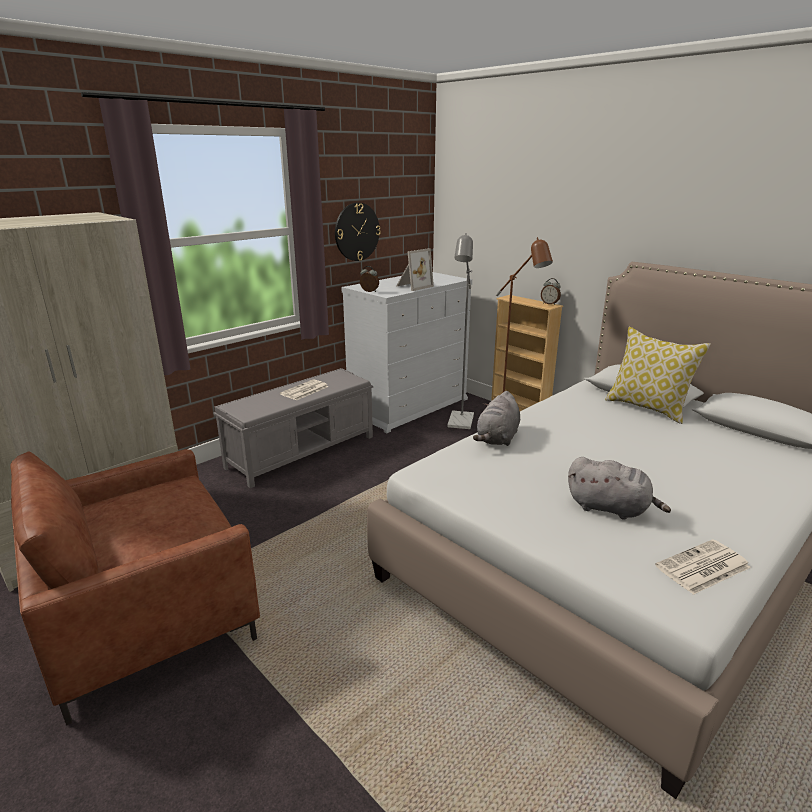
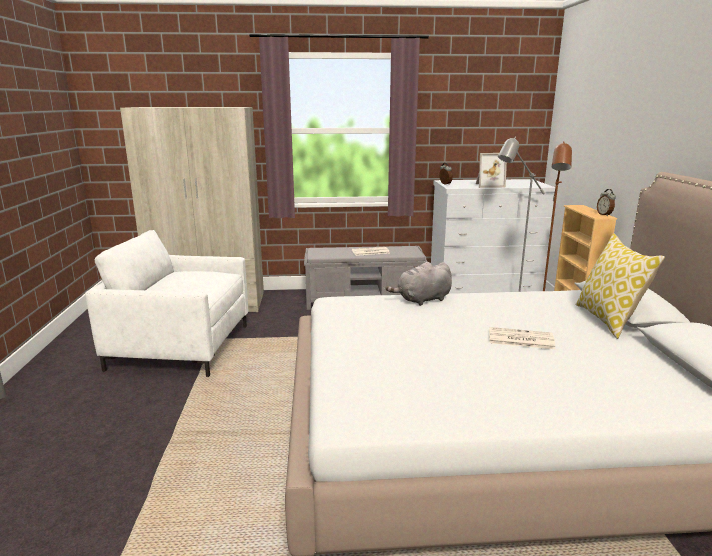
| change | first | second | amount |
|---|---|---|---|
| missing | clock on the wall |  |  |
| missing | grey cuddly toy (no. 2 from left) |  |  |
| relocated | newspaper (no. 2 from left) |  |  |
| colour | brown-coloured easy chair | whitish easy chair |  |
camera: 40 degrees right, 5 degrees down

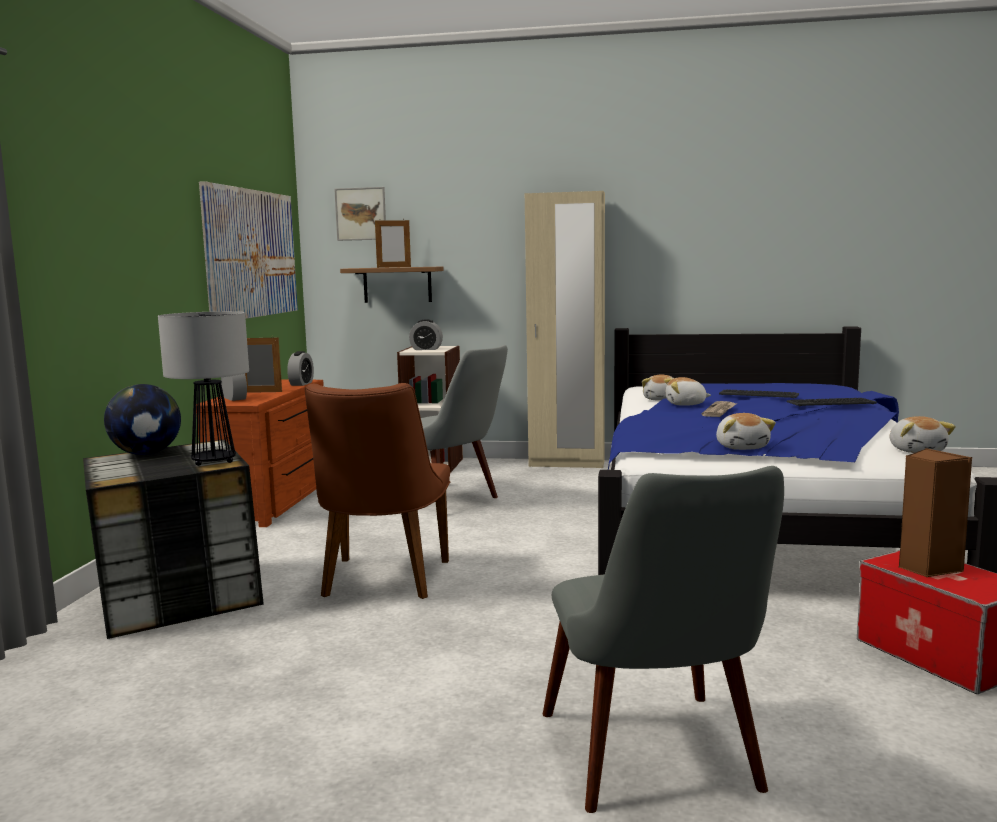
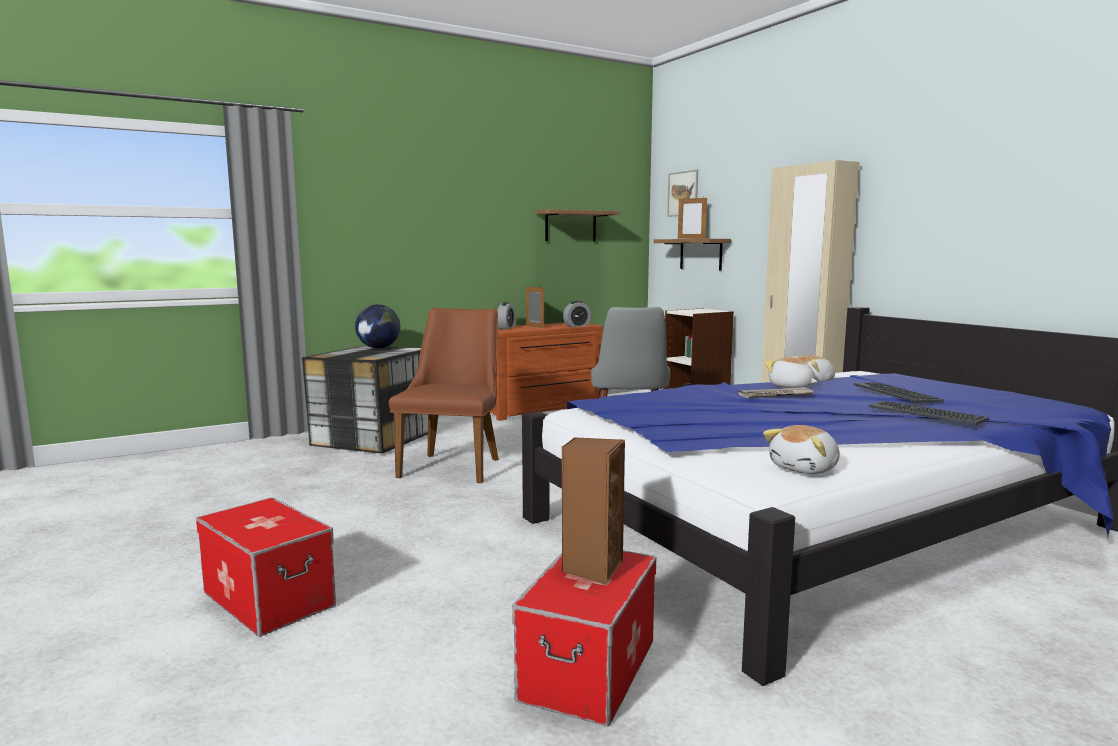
| change | first | second | amount |
|---|---|---|---|
| missing | tabletop lamp |  |  |
| missing | alarm clock (no. 3 from left) |  |  |
| missing | cuddly toy (no. 3 from left) |  |  |
| exchanged | picture (no. 1 from left) | bracket shelf (no. 1 from left) |  |
| exchanged | grey plain chair (no. 2 from left) | storage box (no. 1 from left) |  |
| spun | brown-coloured plain chair |  | 135 degrees clockwise |
camera: 50 degrees right, 0 degrees up

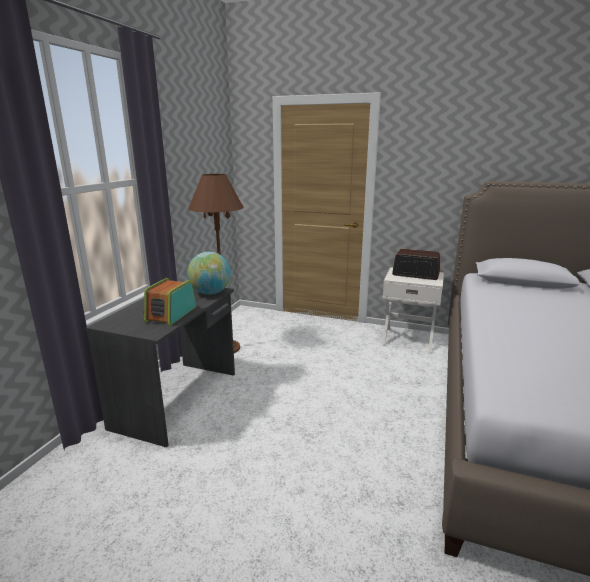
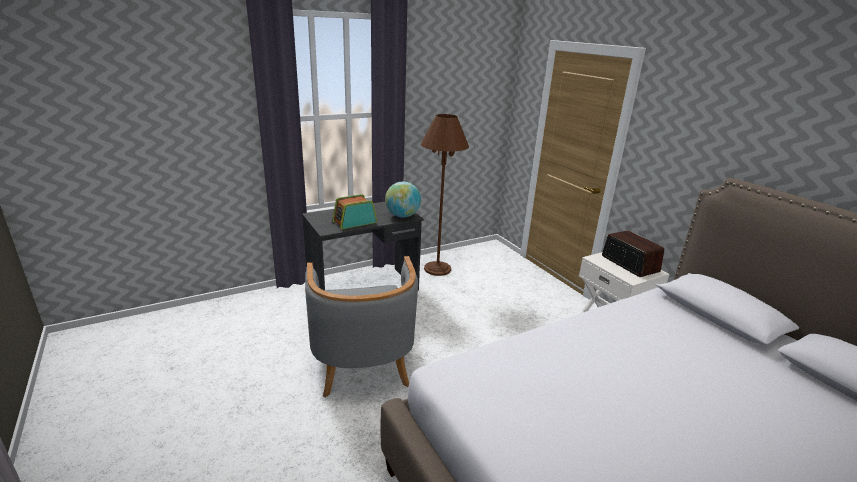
| change | first | second | amount |
|---|---|---|---|
| appeared |  | grey easy chair |  |
camera: 40 degrees right, 5 degrees up

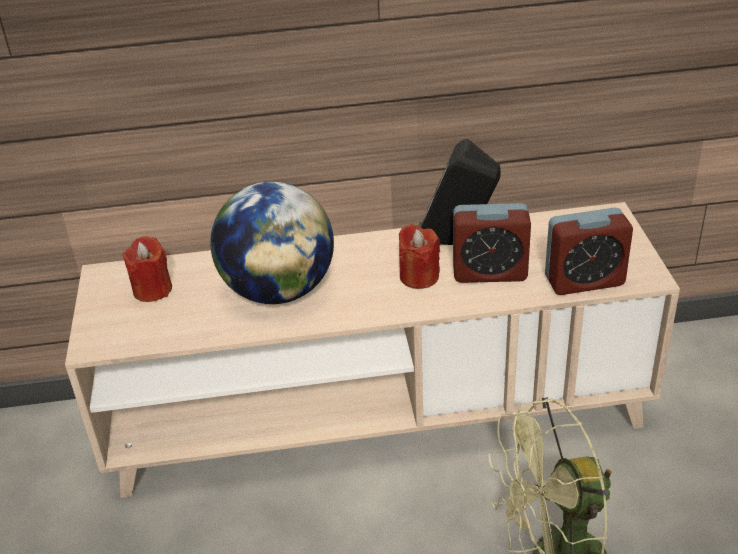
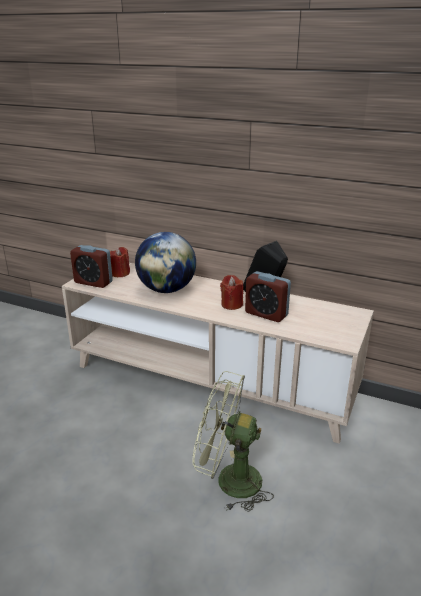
| change | first | second | amount |
|---|---|---|---|
| relocated | alarm clock (no. 2 from left in the first image) | alarm clock (no. 1 from left) |  |
camera: 30 degrees right, 10 degrees down

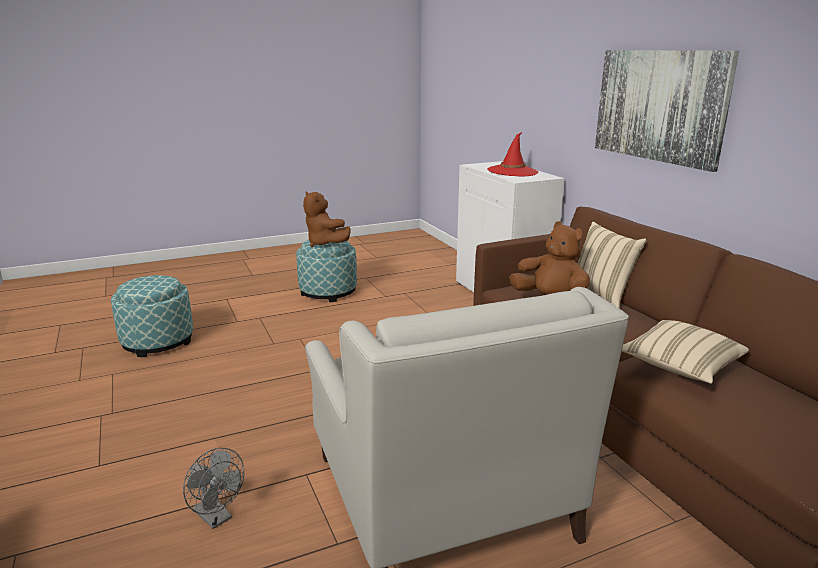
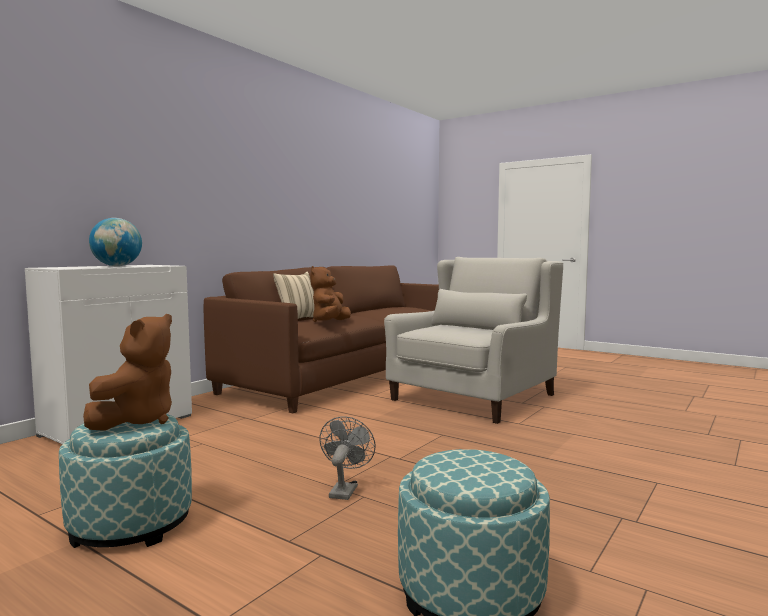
| change | first | second | amount |
|---|---|---|---|
| missing | picture |  |  |
| missing | sand-coloured throw pillow (no. 2 from left) |  |  |
| relocated | grey electric fan |  |  |
| exchanged | reddish hat | globe |  |
camera: 120 degrees left, 15 degrees down

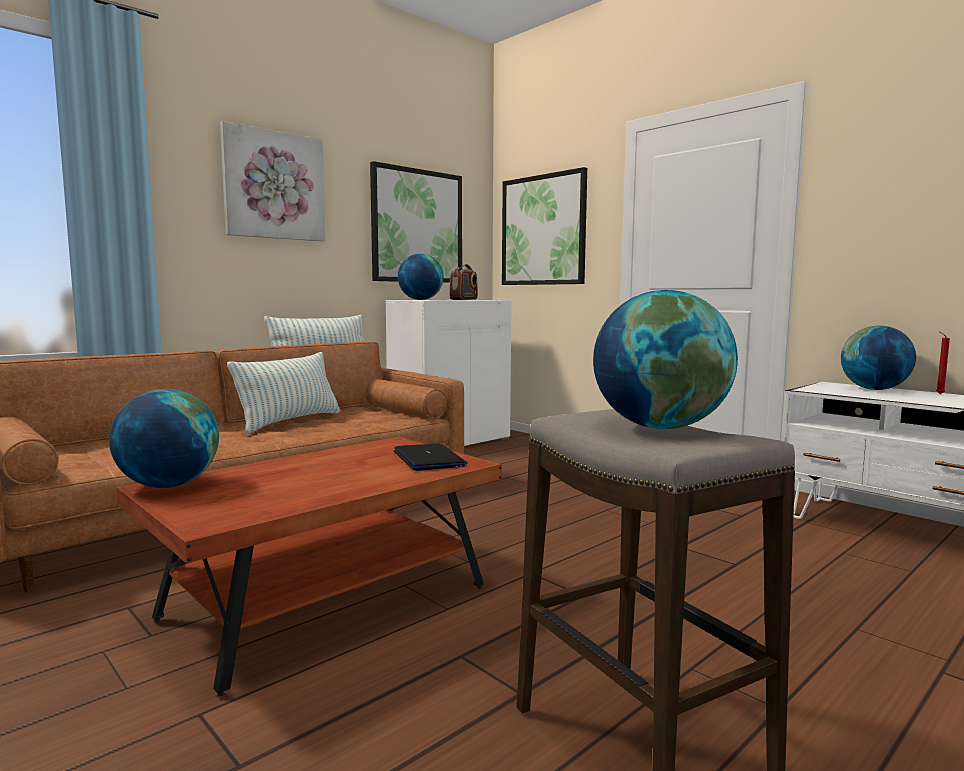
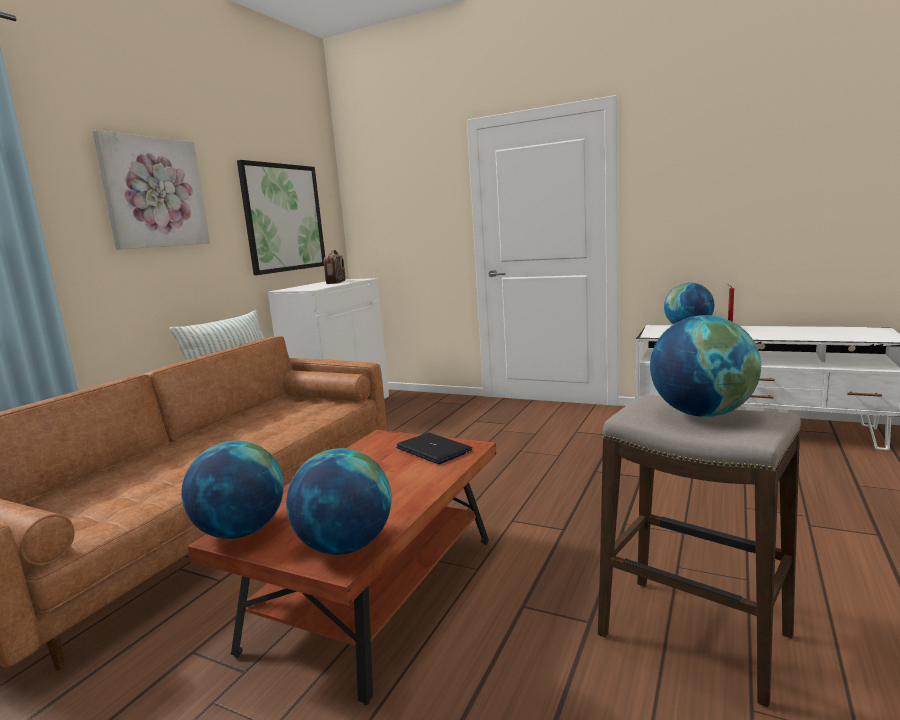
| change | first | second | amount |
|---|---|---|---|
| missing | throw pillow (no. 1 from left) |  |  |
| missing | picture (no. 3 from left) |  |  |
| relocated | globe (no. 2 from left) |  |  |
camera: 20 degrees left, 5 degrees up

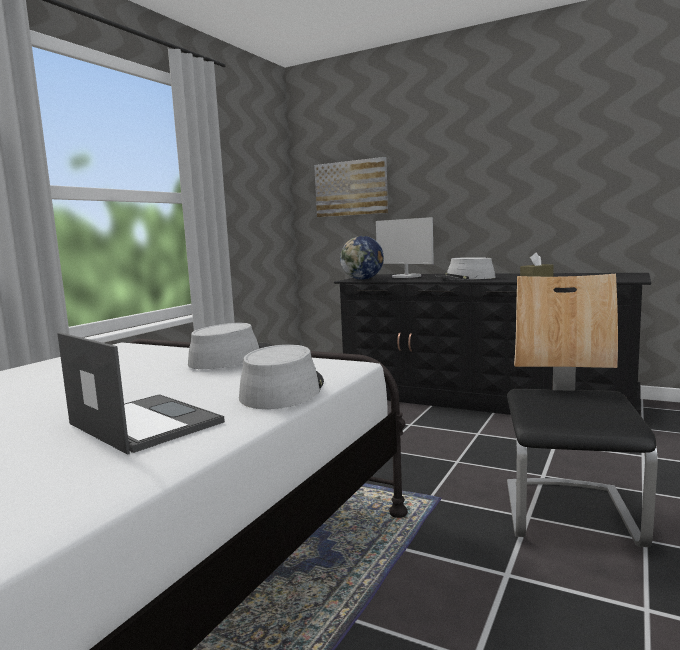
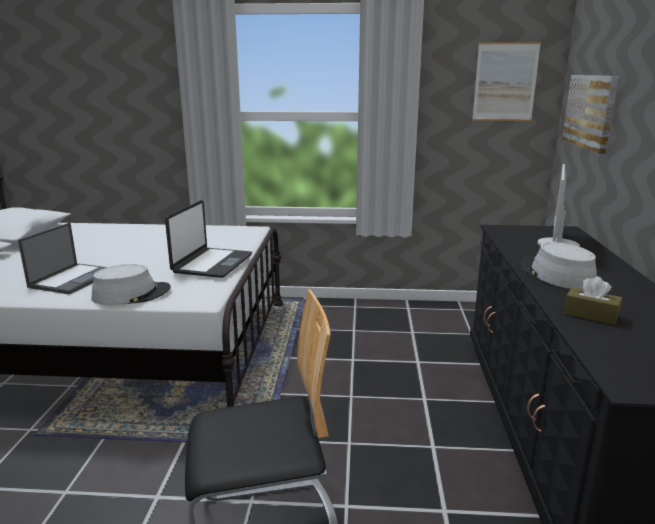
| change | first | second | amount |
|---|---|---|---|
| missing | globe |  |  |
| appeared |  | picture (no. 1 from left) |  |
| exchanged | grey hat (no. 1 from left) | notebook computer (no. 2 from left) |  |
camera: 65 degrees right, 10 degrees up

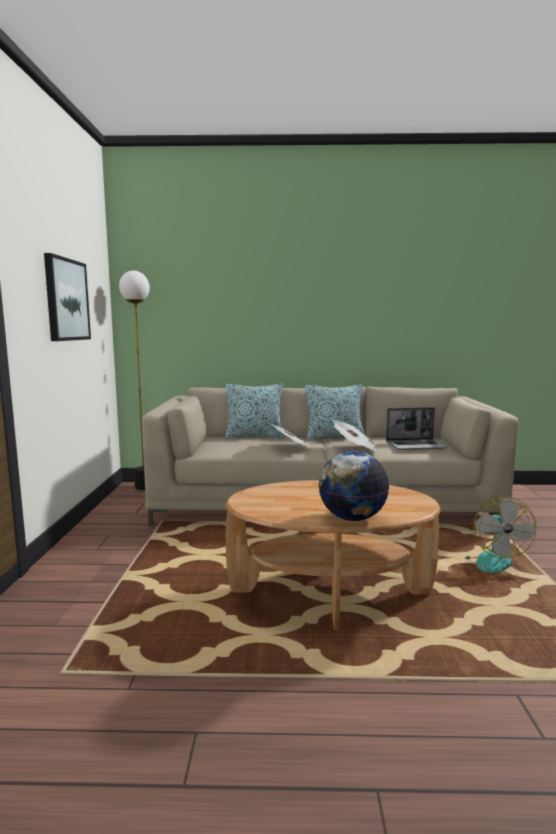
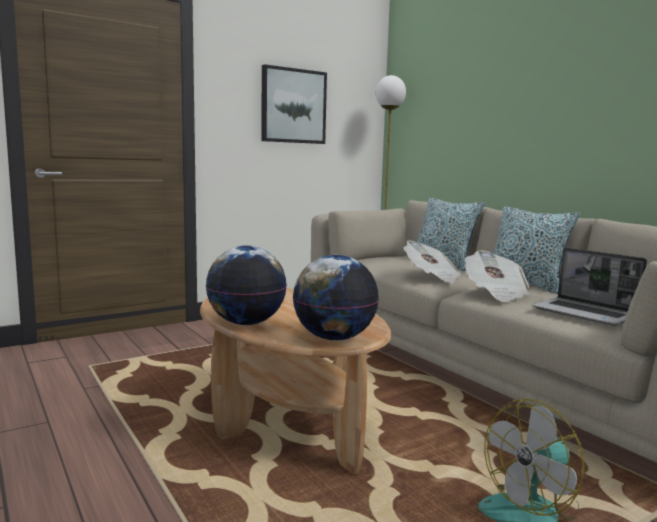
| change | first | second | amount |
|---|---|---|---|
| appeared |  | globe (no. 2 from left) |  |
camera: 55 degrees right, 0 degrees up

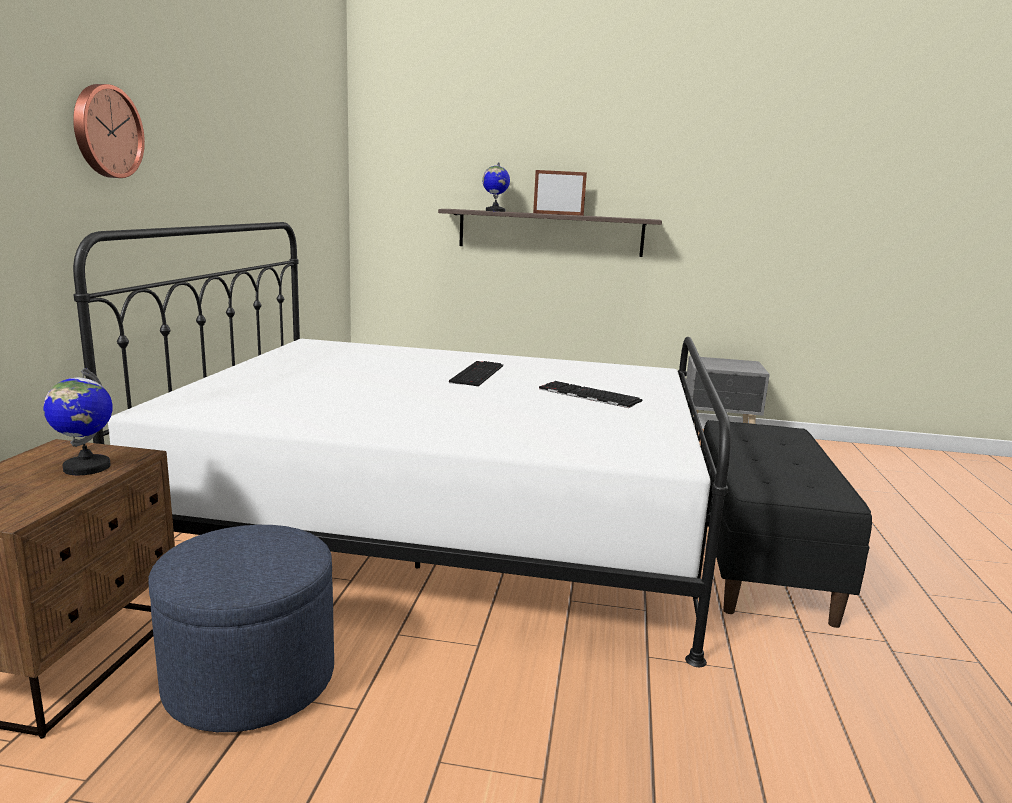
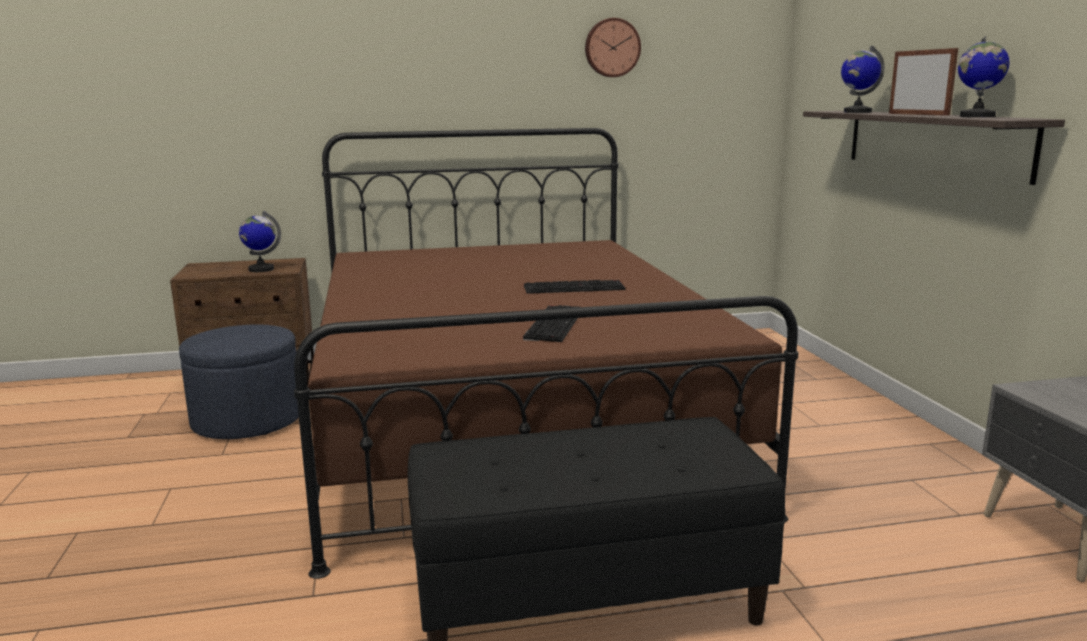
| change | first | second | amount |
|---|---|---|---|
| appeared |  | globe (no. 3 from left) |  |
| relocated | clock on the wall |  |  |
| colour | whitish bed | brown-coloured bed |  |
camera: 70 degrees right, 0 degrees up

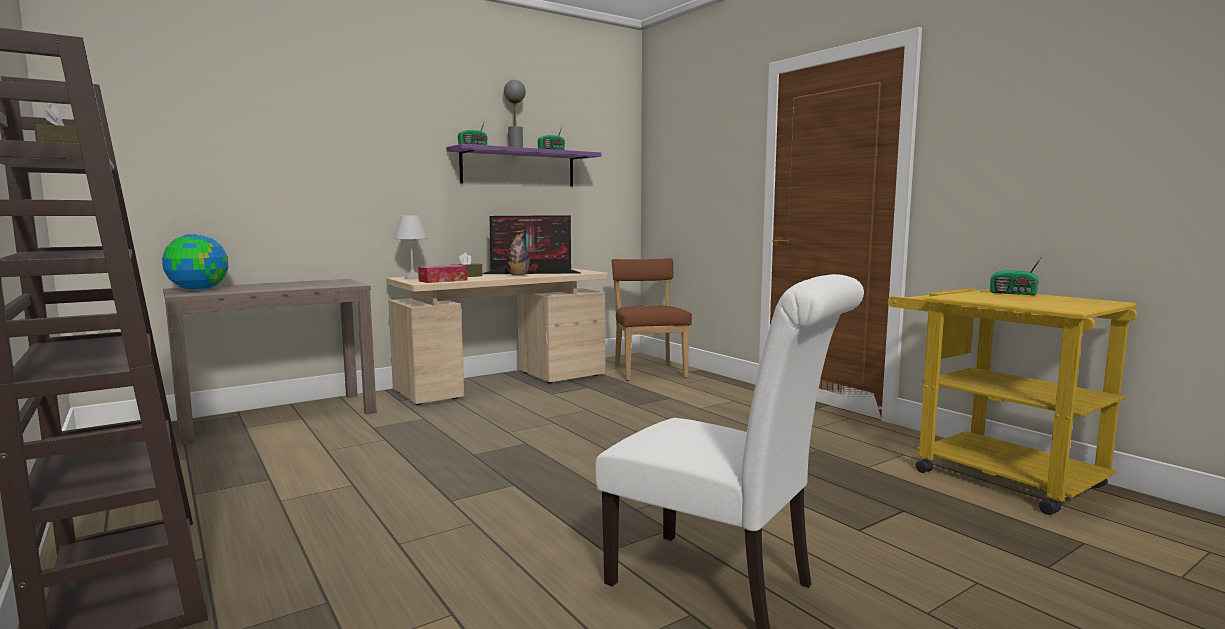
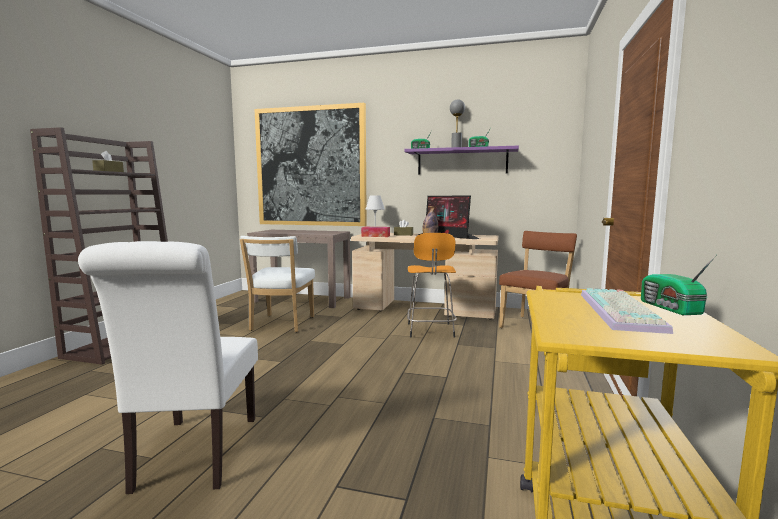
| change | first | second | amount |
|---|---|---|---|
| missing | globe |  |  |
| appeared |  | whitish plain chair (no. 2 from left) |  |
| appeared |  | picture |  |
| appeared |  | orangey stool |  |
| appeared |  | computer keyboard |  |
camera: 50 degrees right, 0 degrees up

